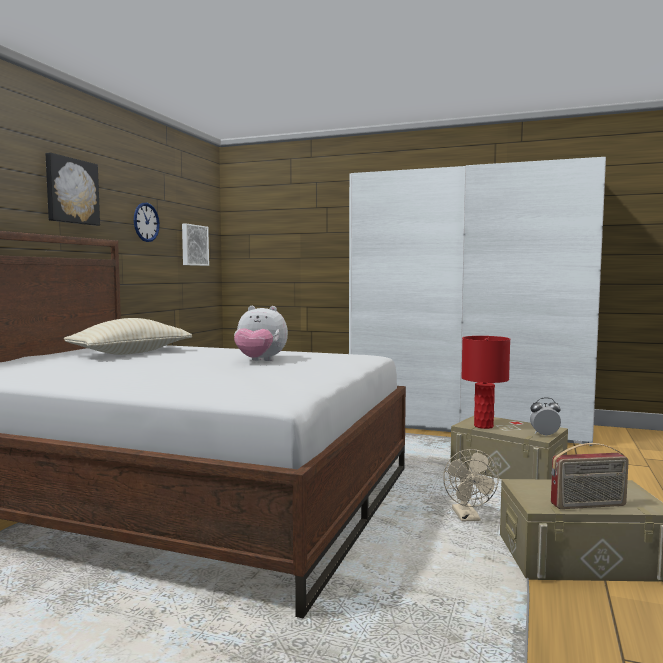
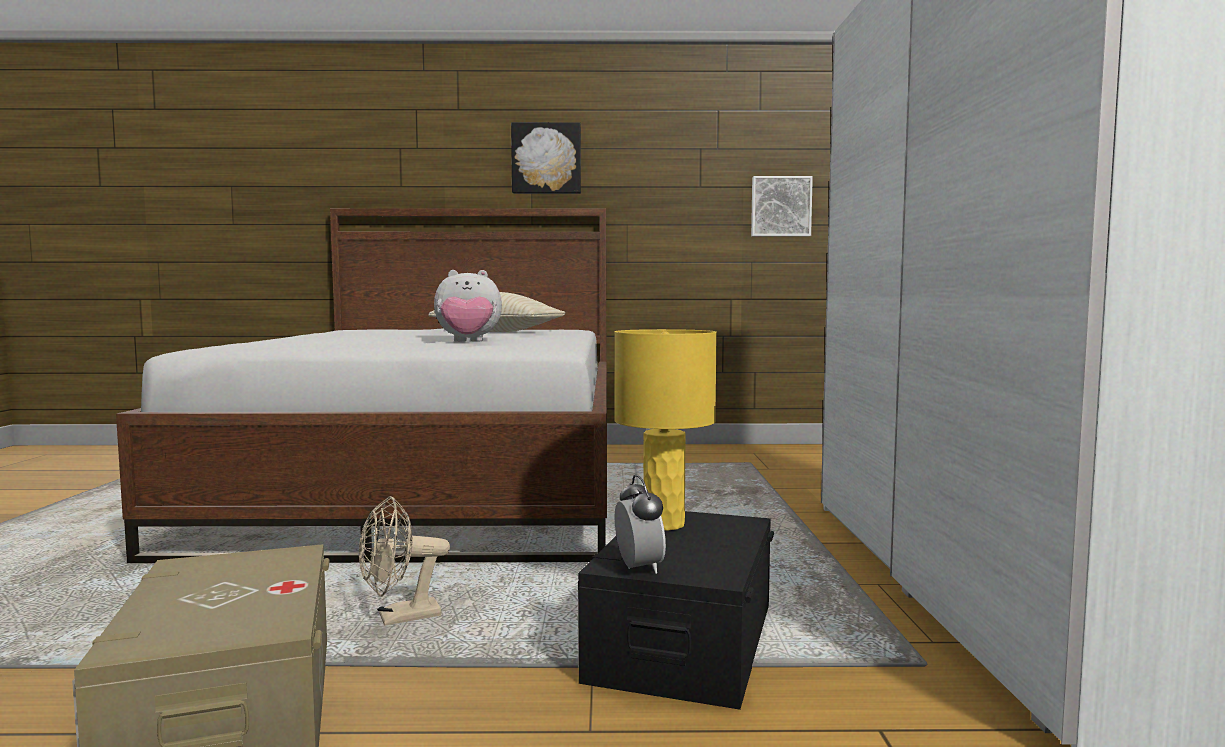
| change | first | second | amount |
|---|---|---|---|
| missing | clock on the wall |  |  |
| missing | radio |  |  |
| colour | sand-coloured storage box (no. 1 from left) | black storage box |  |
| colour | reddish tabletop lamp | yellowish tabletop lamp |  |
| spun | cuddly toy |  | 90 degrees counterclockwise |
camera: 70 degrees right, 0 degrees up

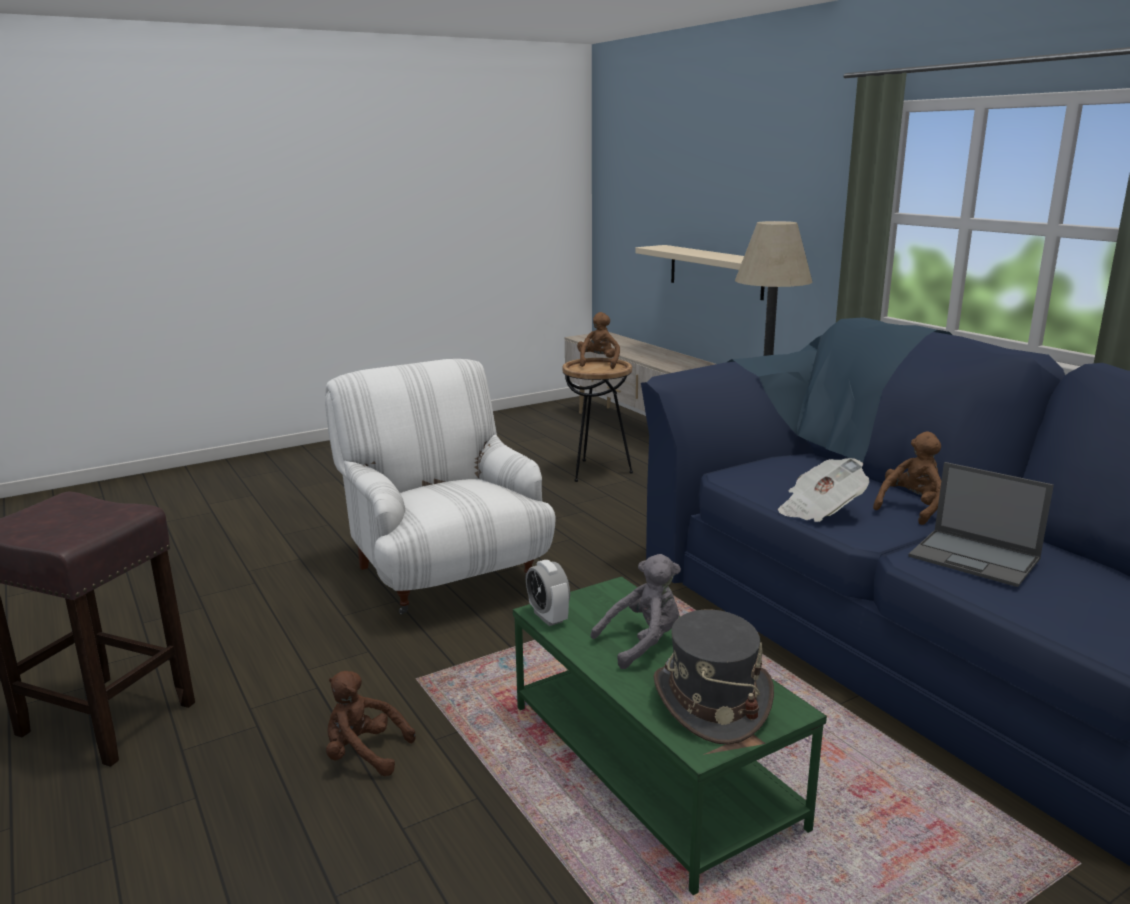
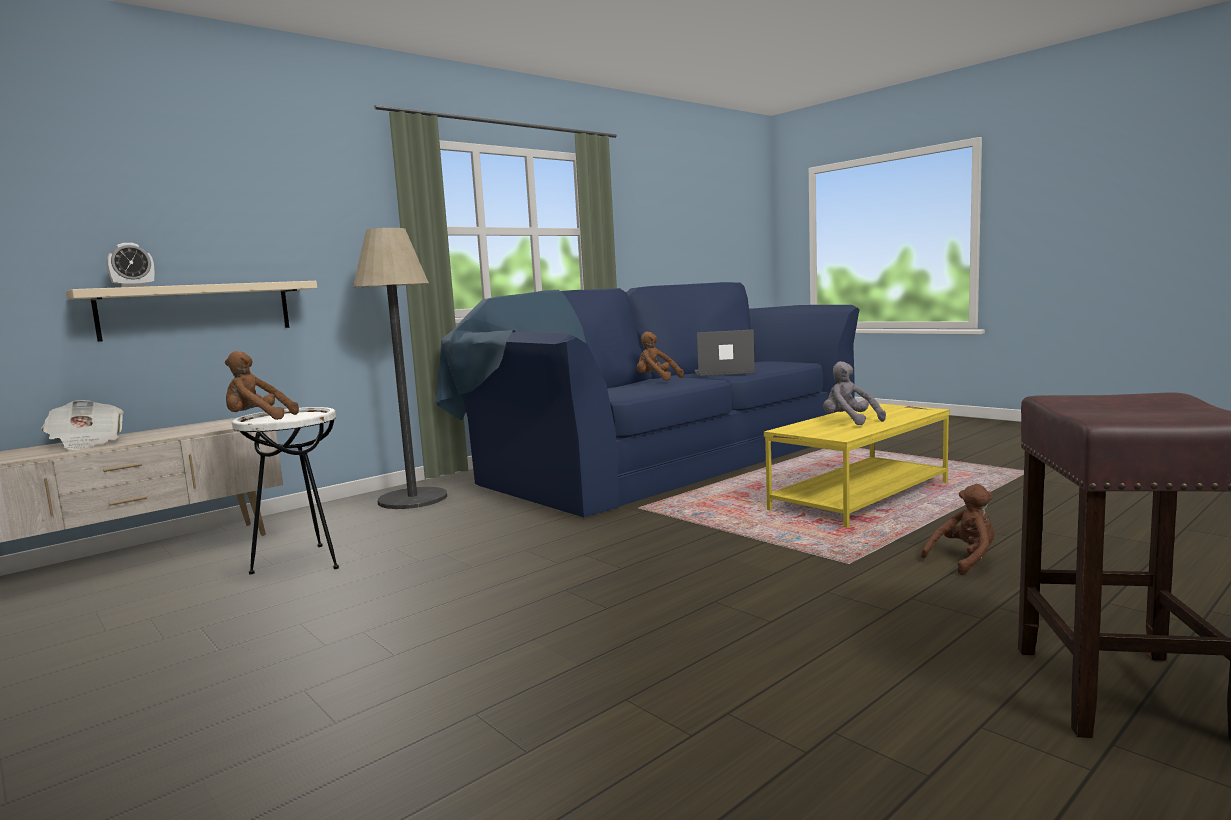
| change | first | second | amount |
|---|---|---|---|
| missing | whitish easy chair |  |  |
| missing | grey hat |  |  |
| relocated | alarm clock |  |  |
| relocated | newspaper |  |  |
| colour | green-coloured low table | yellowish low table |  |
| colour | brown-coloured end table | whitish end table |  |
| spun | brown-coloured cuddly toy (no. 1 from left in the first image) | brown-coloured cuddly toy (no. 3 from left) | 120 degrees counterclockwise |
| spun | notebook computer |  | 120 degrees counterclockwise |
camera: 100 degrees left, 10 degrees down

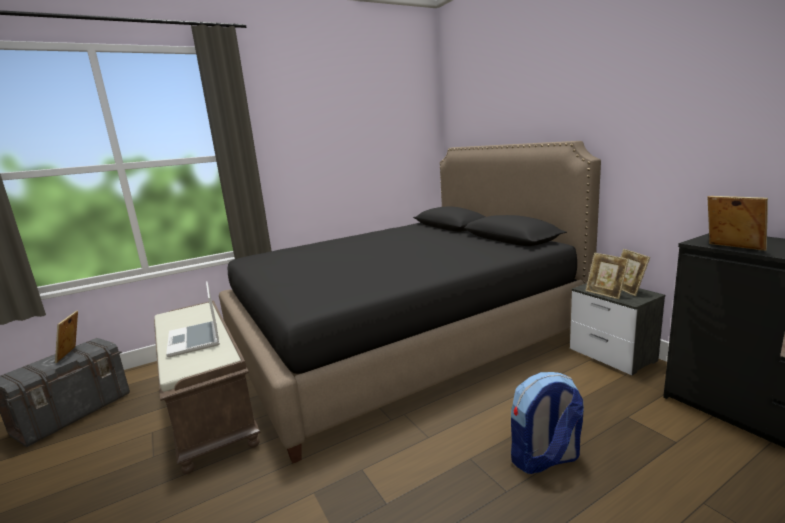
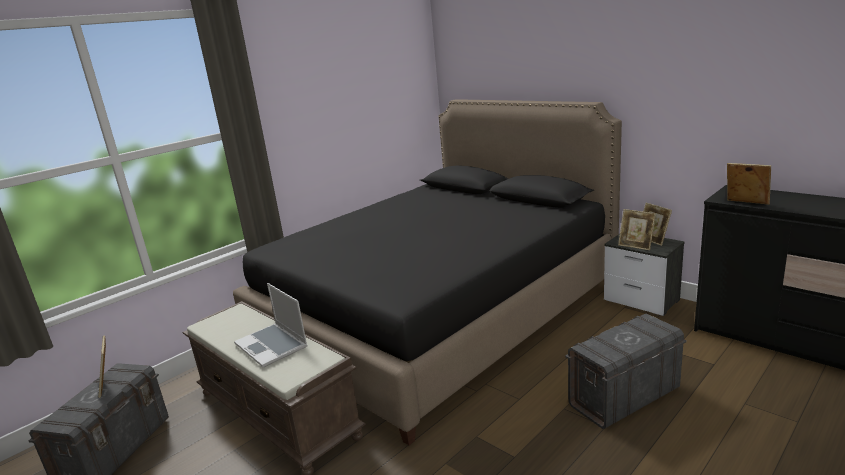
| change | first | second | amount |
|---|---|---|---|
| exchanged | backpack | grey storage box (no. 2 from left) |  |
camera: 15 degrees left, 5 degrees up

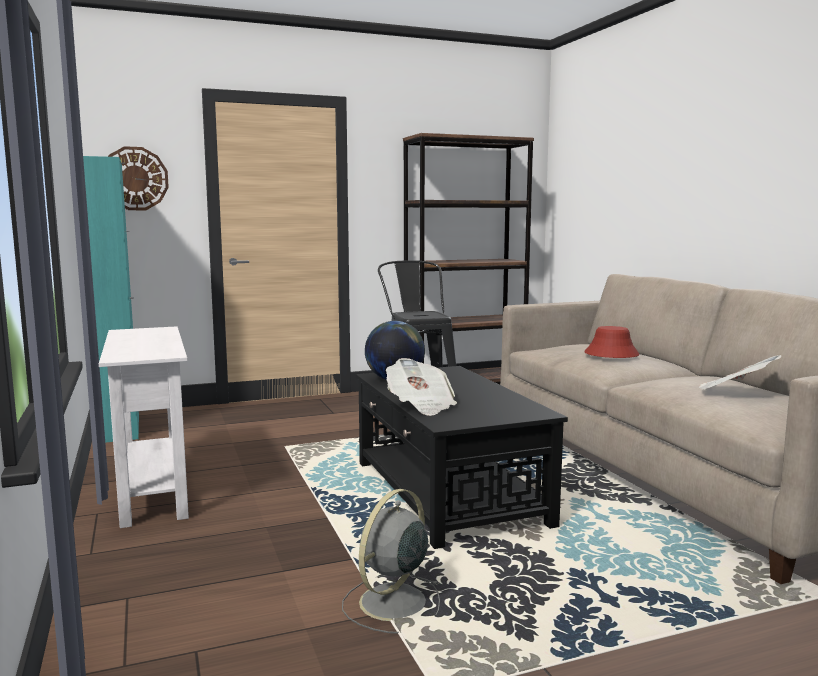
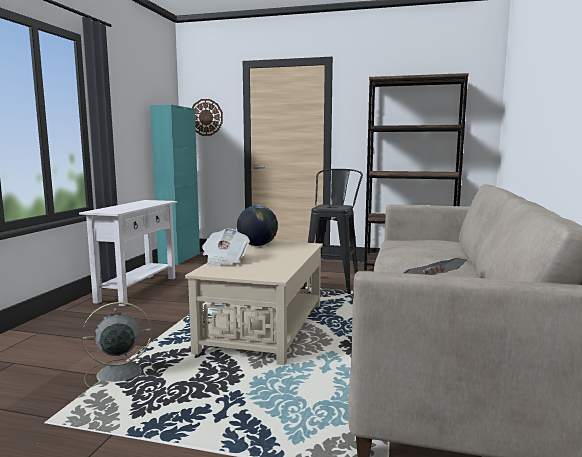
| change | first | second | amount |
|---|---|---|---|
| missing | reddish hat |  |  |
| colour | black low table | sand-coloured low table |  |
camera: 35 degrees right, 0 degrees up

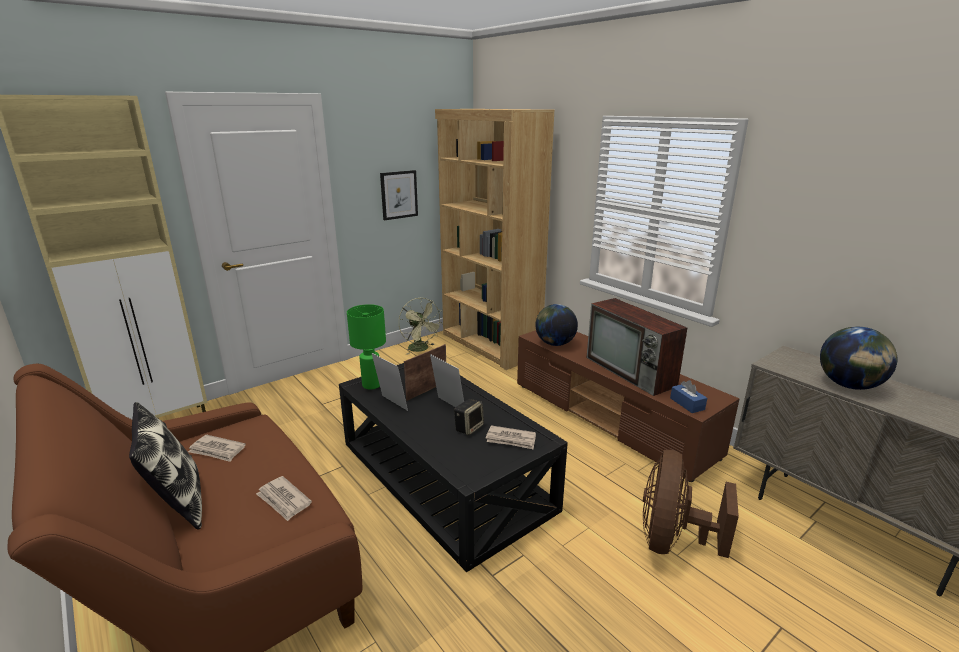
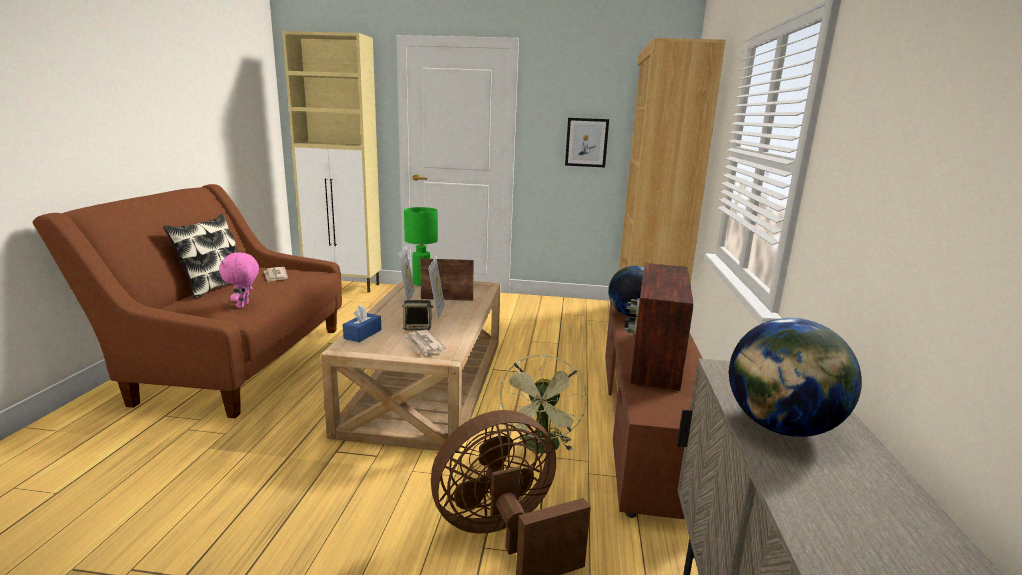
| change | first | second | amount |
|---|---|---|---|
| relocated | green-coloured electric fan |  |  |
| relocated | blue tissue box |  |  |
| exchanged | newspaper (no. 2 from left) | pinkish cuddly toy |  |
| colour | black low table | sand-coloured low table |  |
camera: 45 degrees right, 5 degrees down

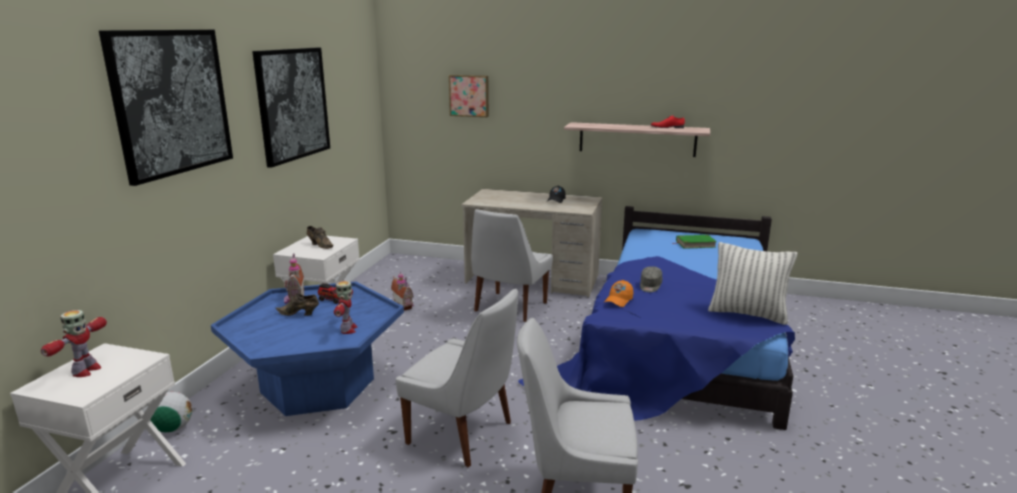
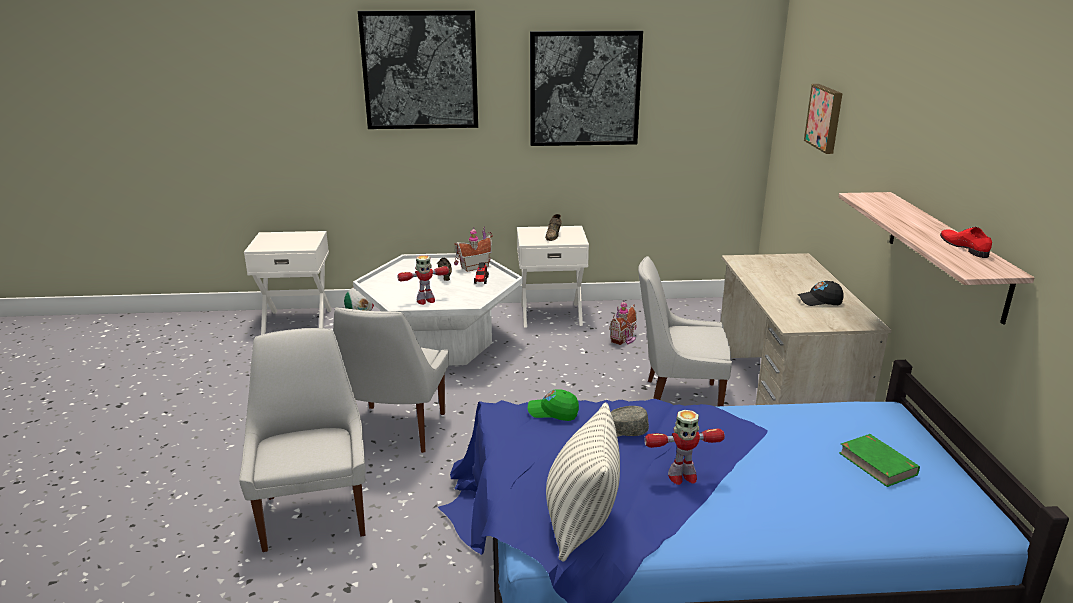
| change | first | second | amount |
|---|---|---|---|
| relocated | model robot (no. 1 from left in the first image) | model robot (no. 2 from left) |  |
| colour | blue low table | whitish low table |  |
| colour | orangey baseball cap | green-coloured baseball cap |  |
camera: 70 degrees right, 5 degrees up

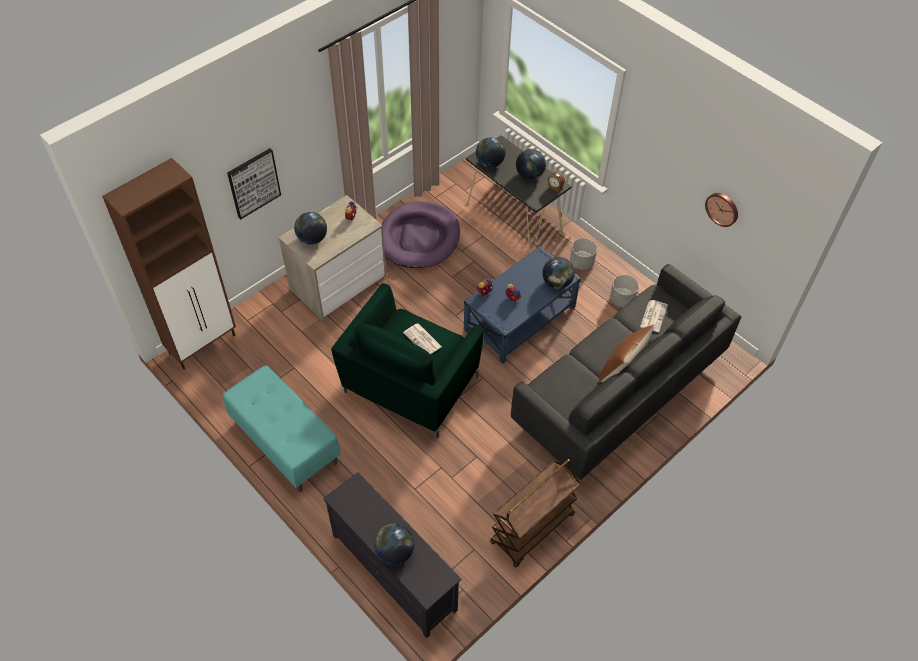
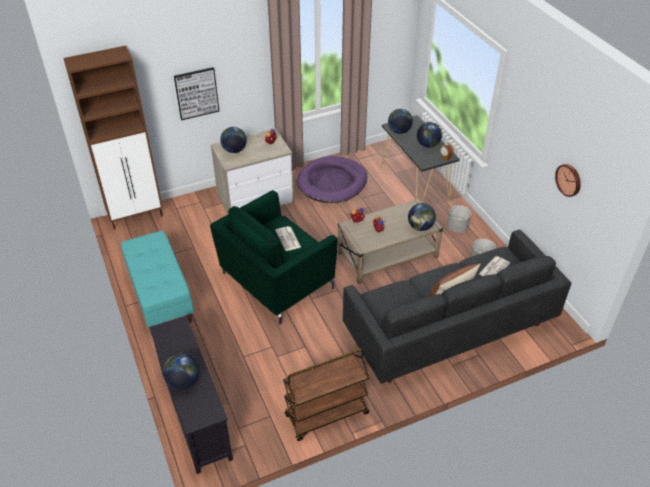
| change | first | second | amount |
|---|---|---|---|
| colour | blue low table | sand-coloured low table |  |
camera: 20 degrees right, 10 degrees down

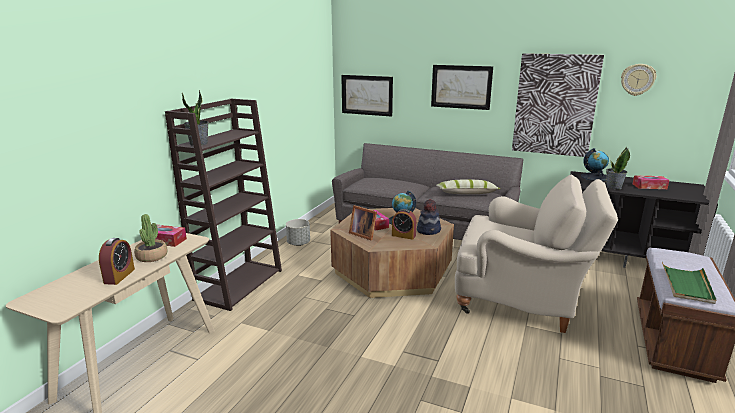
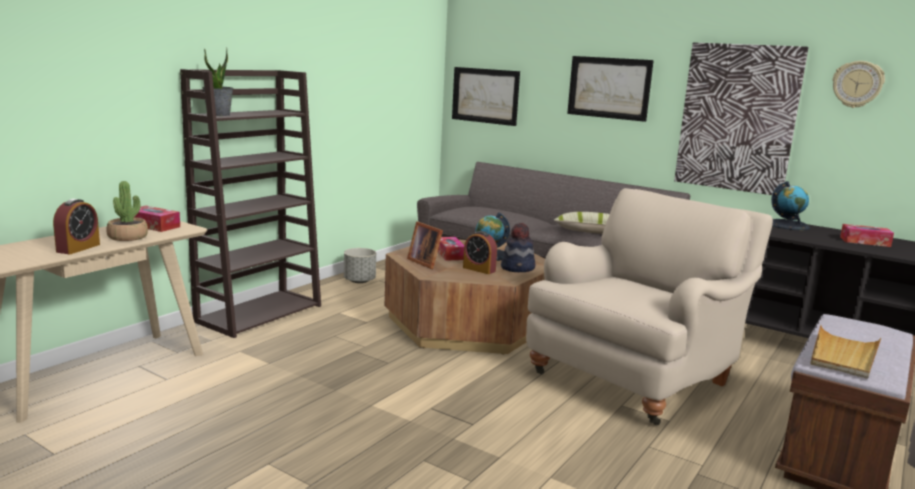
| change | first | second | amount |
|---|---|---|---|
| missing | potted plant (no. 3 from left) |  |  |
| colour | green-coloured carrying tray | sand-coloured carrying tray |  |
| spun | sand-coloured easy chair |  | 75 degrees counterclockwise |
camera: 10 degrees right, 5 degrees down

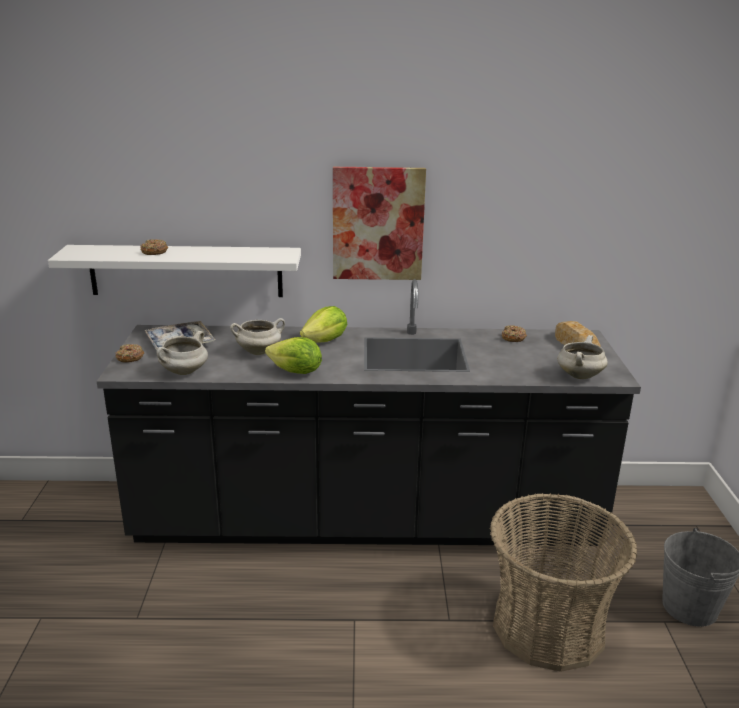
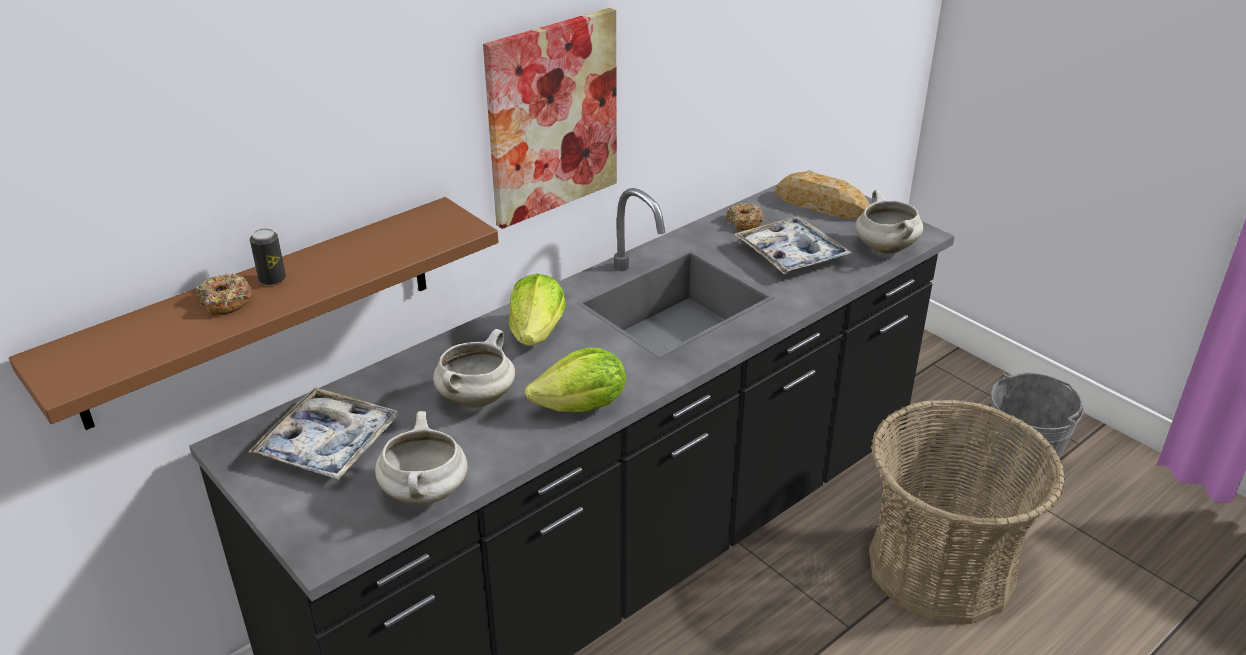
| change | first | second | amount |
|---|---|---|---|
| missing | donut (no. 1 from left) |  |  |
| appeared |  | sealed can |  |
| appeared |  | carrying tray (no. 2 from left) |  |
| colour | whitish bracket shelf | brown-coloured bracket shelf |  |
camera: 40 degrees left, 10 degrees up

